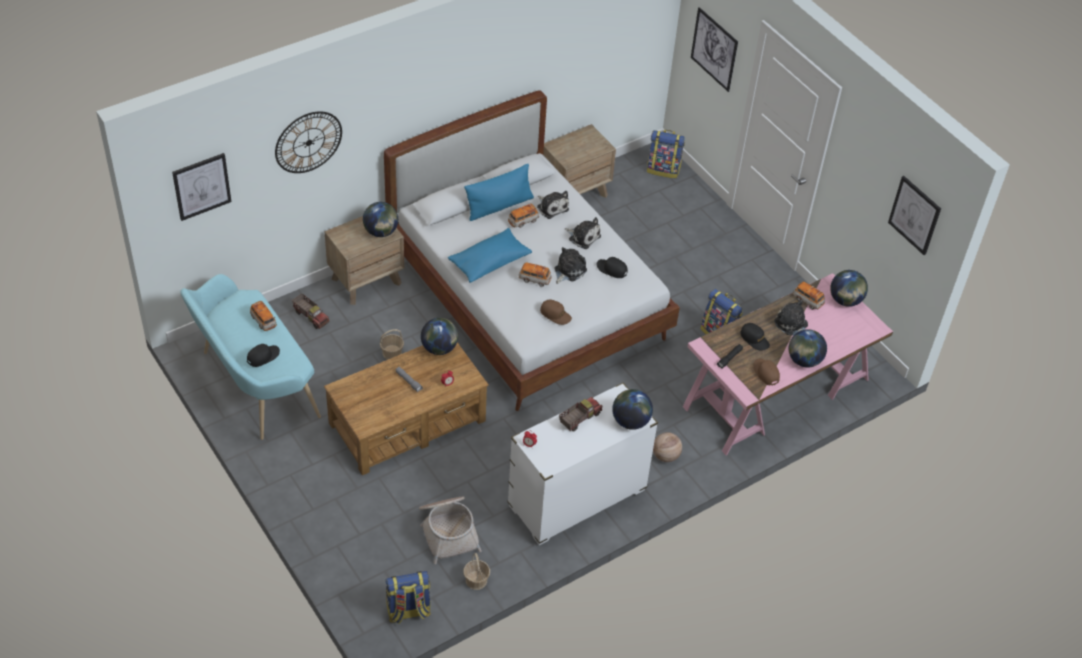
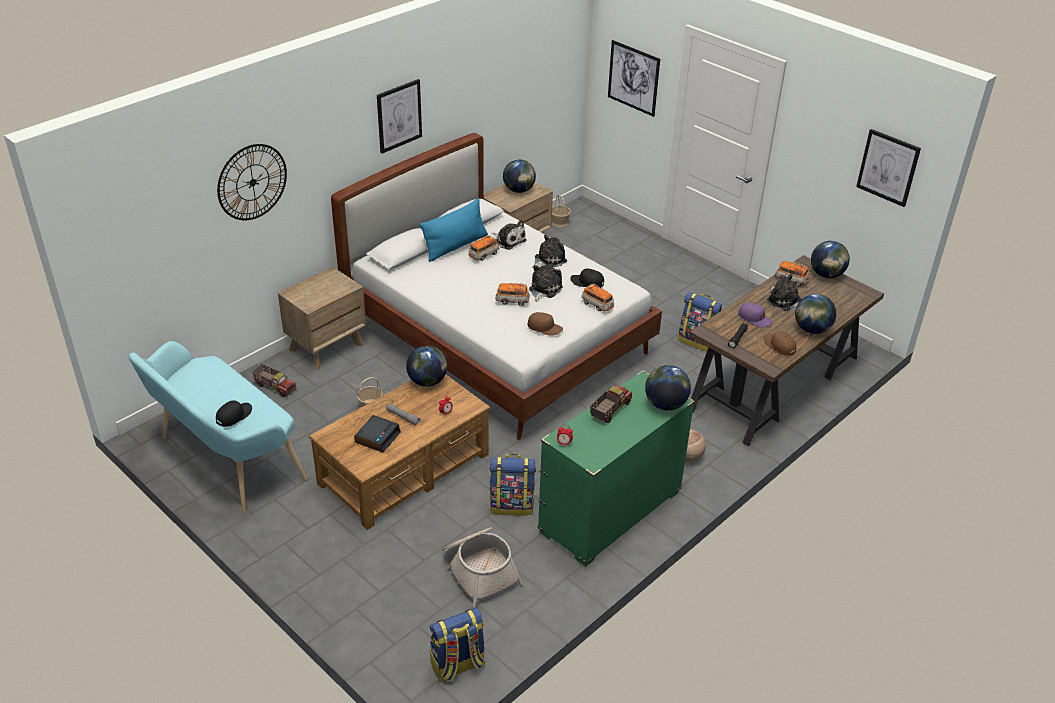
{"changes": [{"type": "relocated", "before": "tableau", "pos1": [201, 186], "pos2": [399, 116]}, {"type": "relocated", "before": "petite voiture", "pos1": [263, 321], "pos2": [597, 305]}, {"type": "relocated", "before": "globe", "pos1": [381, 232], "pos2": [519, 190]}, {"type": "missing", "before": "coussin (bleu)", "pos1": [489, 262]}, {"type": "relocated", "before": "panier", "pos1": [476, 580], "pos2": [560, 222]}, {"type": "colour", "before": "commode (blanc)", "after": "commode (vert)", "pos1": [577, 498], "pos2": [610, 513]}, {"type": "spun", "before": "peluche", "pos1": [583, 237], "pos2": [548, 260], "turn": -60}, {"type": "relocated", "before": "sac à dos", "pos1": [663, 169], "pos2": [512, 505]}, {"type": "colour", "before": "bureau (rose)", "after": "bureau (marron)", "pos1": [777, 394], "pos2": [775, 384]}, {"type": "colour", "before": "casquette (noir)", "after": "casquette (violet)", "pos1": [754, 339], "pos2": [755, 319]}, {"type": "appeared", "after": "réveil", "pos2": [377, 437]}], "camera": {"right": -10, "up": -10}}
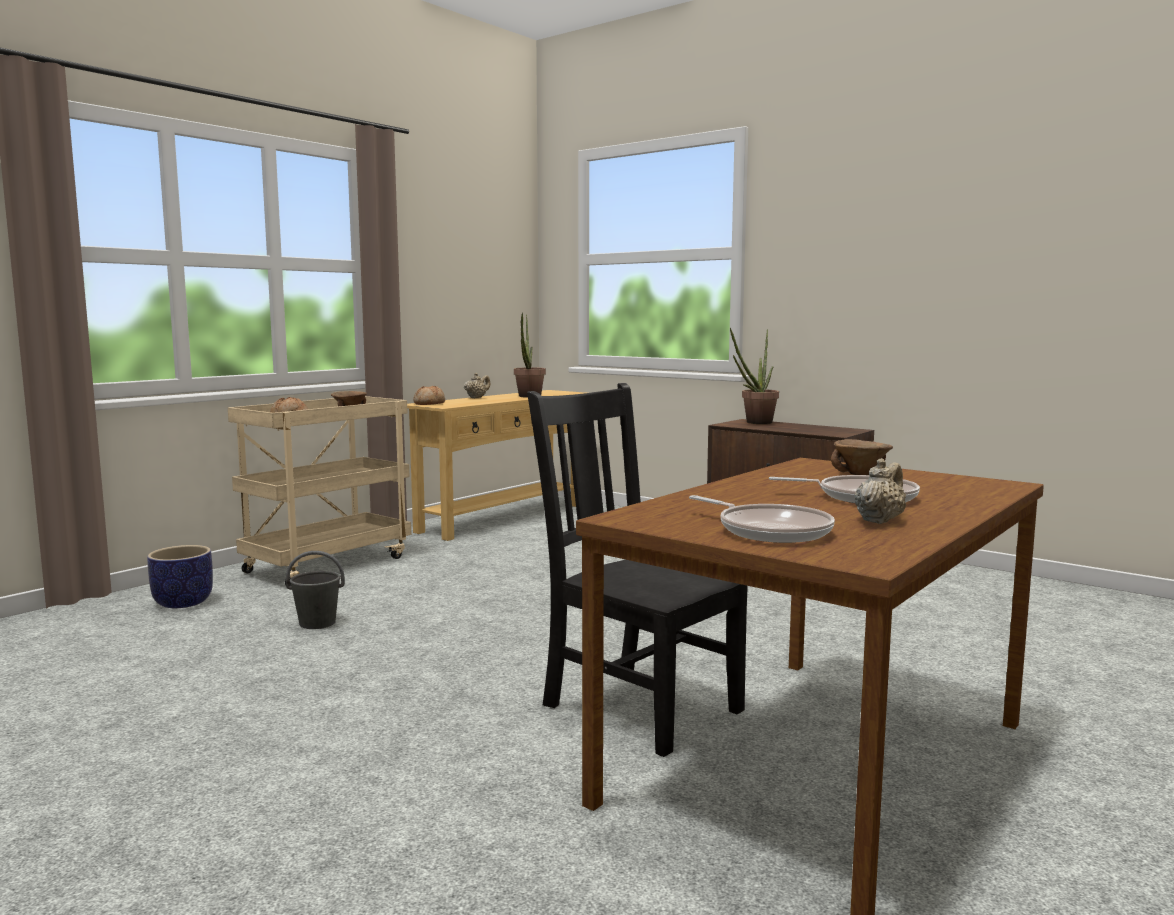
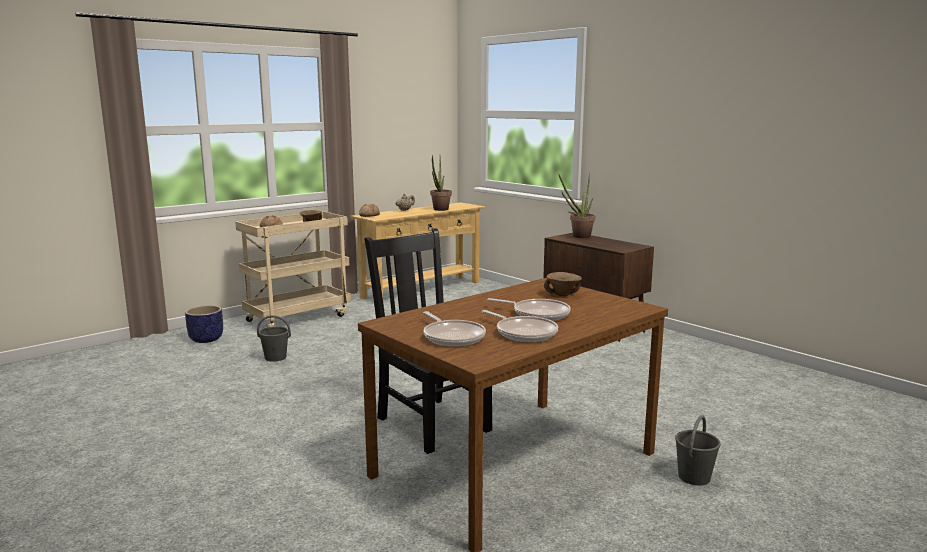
{"changes": [{"type": "exchanged", "before": "théière (beige)", "after": "poêle", "pos1": [879, 520], "pos2": [523, 333]}, {"type": "appeared", "after": "seau (gris)", "pos2": [694, 477]}], "camera": {"right": 10, "up": 5}}
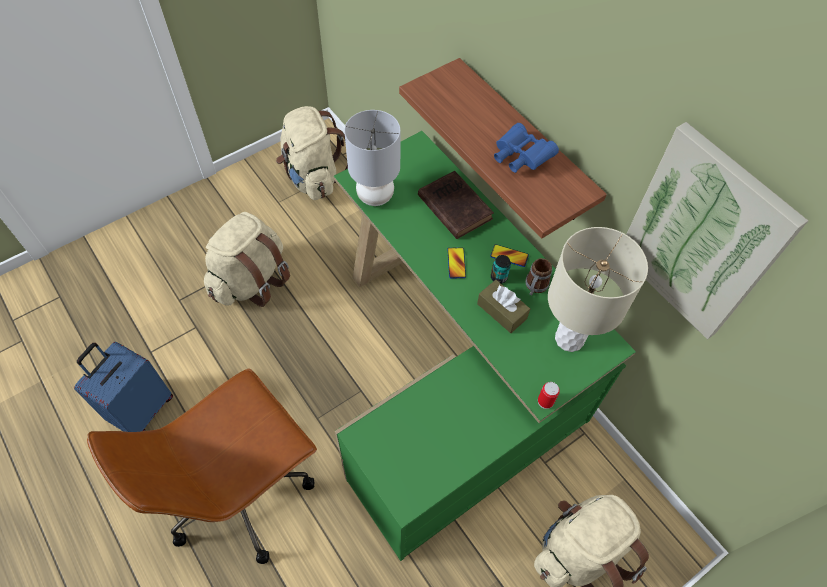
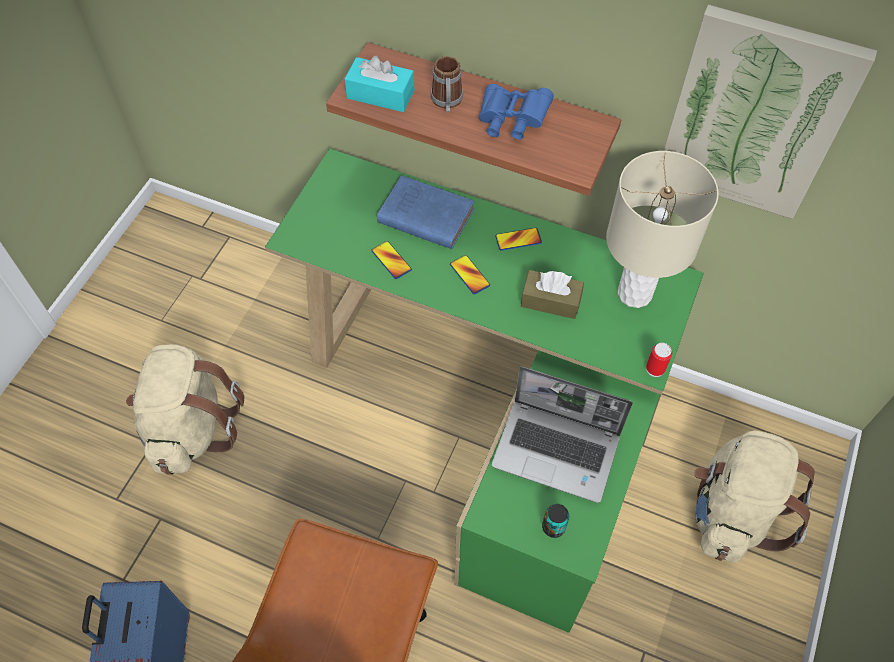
{"changes": [{"type": "missing", "before": "sac à dos (beige)", "pos1": [314, 177]}, {"type": "missing", "before": "lampe de table (gris)", "pos1": [375, 195]}, {"type": "colour", "before": "livre (marron)", "after": "livre (bleu)", "pos1": [453, 206], "pos2": [423, 215]}, {"type": "relocated", "before": "boîte métallique", "pos1": [499, 277], "pos2": [553, 527]}, {"type": "relocated", "before": "mug", "pos1": [534, 287], "pos2": [447, 103]}, {"type": "appeared", "after": "boîte à mouchoirs (turquoise)", "pos2": [380, 94]}, {"type": "appeared", "after": "téléphone", "pos2": [391, 260]}, {"type": "appeared", "after": "ordinateur portable", "pos2": [558, 450]}], "camera": {"right": -30, "up": 0}}
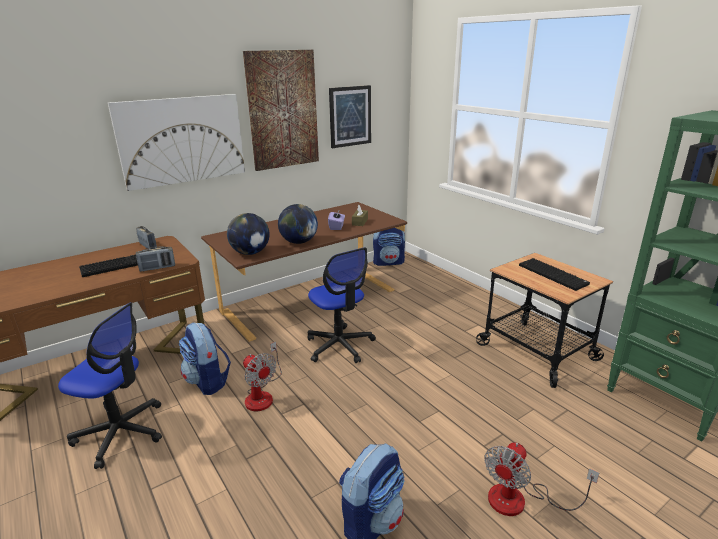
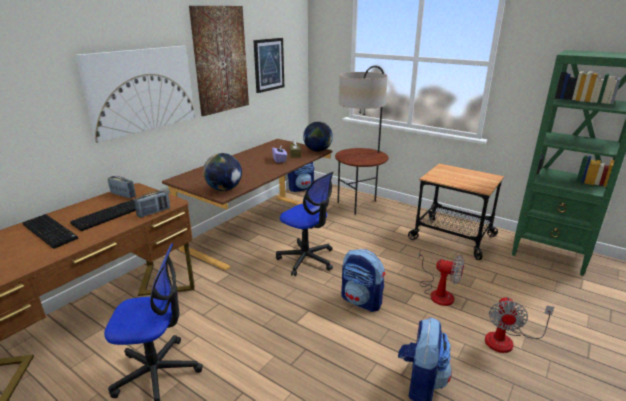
{"changes": [{"type": "relocated", "before": "sac à dos", "pos1": [208, 381], "pos2": [362, 301]}, {"type": "relocated", "before": "ventilateur", "pos1": [262, 394], "pos2": [437, 292]}, {"type": "relocated", "before": "globe", "pos1": [299, 242], "pos2": [317, 150]}, {"type": "relocated", "before": "clavier", "pos1": [554, 275], "pos2": [51, 231]}, {"type": "appeared", "after": "lampadaire", "pos2": [359, 205]}], "camera": {"right": -20, "up": 0}}
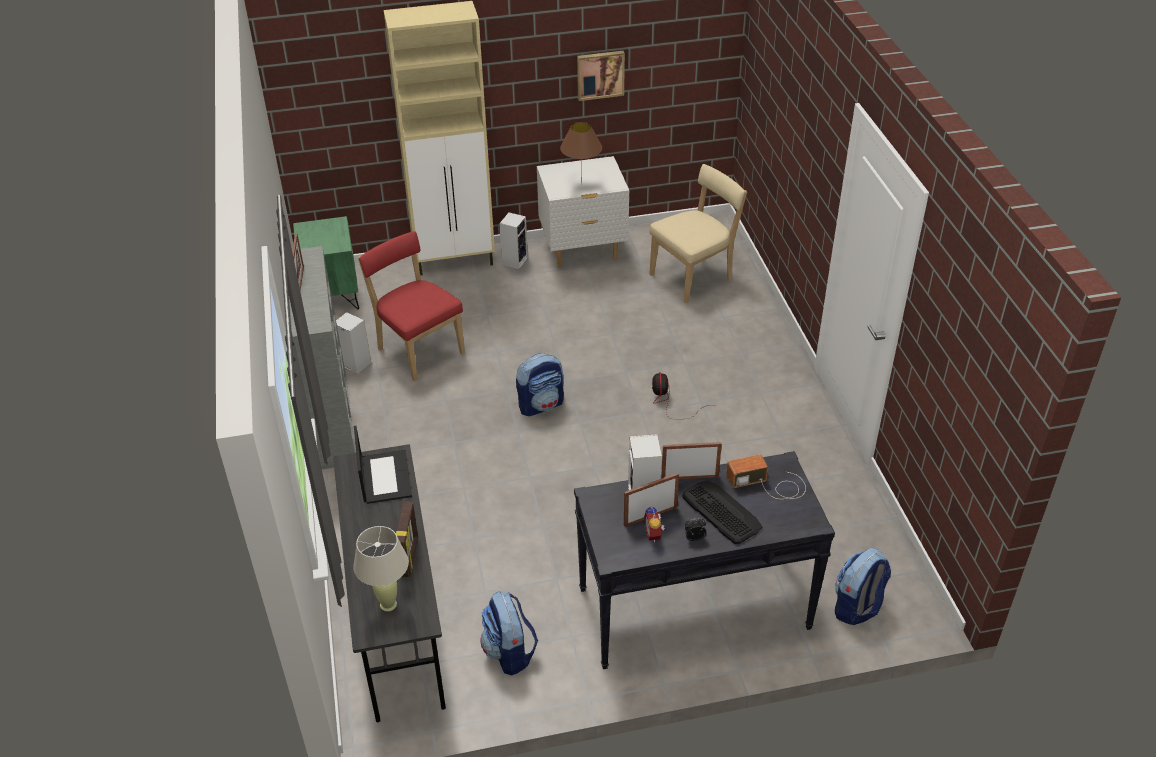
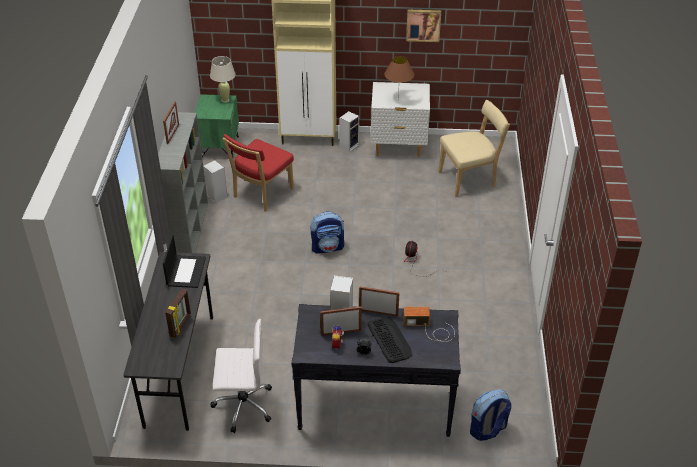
{"changes": [{"type": "relocated", "before": "lampe de table (beige)", "pos1": [388, 604], "pos2": [225, 100]}, {"type": "spun", "before": "chaise (rouge)", "pos1": [418, 349], "pos2": [261, 194], "turn": -120}, {"type": "exchanged", "before": "sac à dos", "after": "chaise de bureau (blanc)", "pos1": [509, 653], "pos2": [242, 405]}], "camera": {"right": 15, "up": 0}}
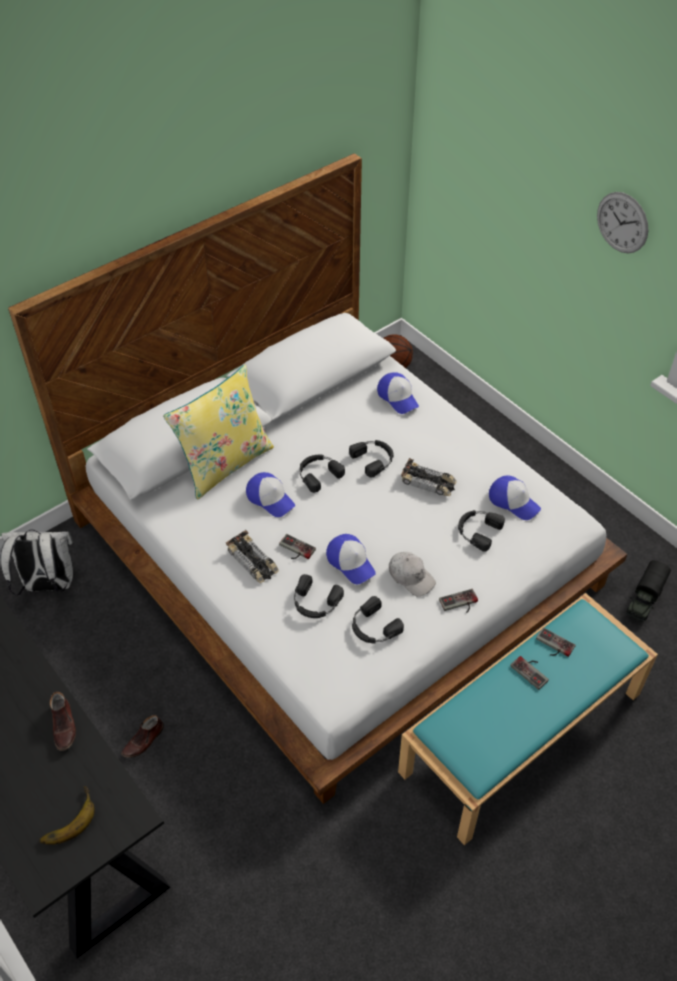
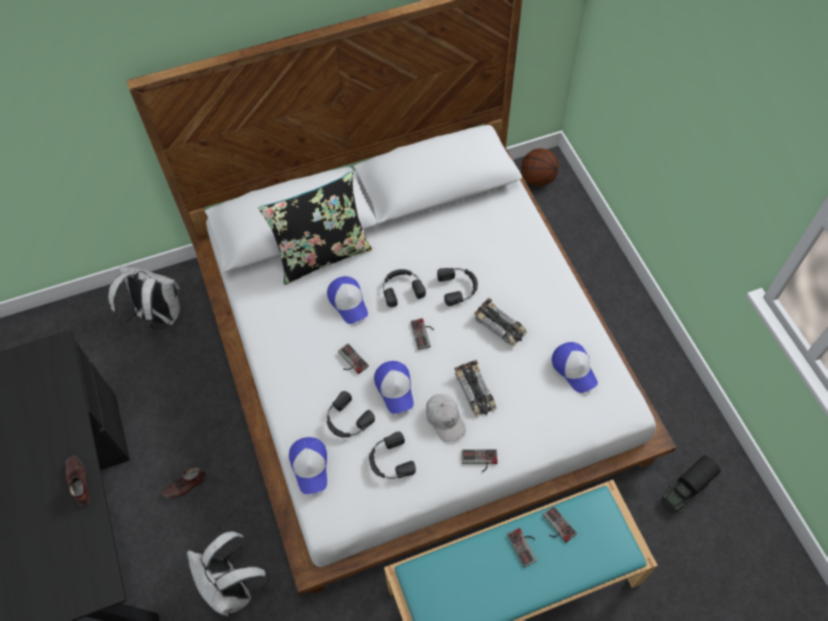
{"changes": [{"type": "missing", "before": "banane", "pos1": [66, 819]}, {"type": "spun", "before": "chaussure (marron)", "pos1": [64, 725], "pos2": [79, 482], "turn": 150}, {"type": "colour", "before": "coussin (jaune)", "after": "coussin (noir)", "pos1": [225, 463], "pos2": [322, 254]}, {"type": "relocated", "before": "petite voiture", "pos1": [253, 561], "pos2": [475, 391]}, {"type": "relocated", "before": "casquette", "pos1": [398, 397], "pos2": [310, 466]}, {"type": "missing", "before": "casque audio (noir)", "pos1": [477, 531]}, {"type": "missing", "before": "horloge murale", "pos1": [622, 222]}, {"type": "appeared", "after": "sac à dos (blanc)", "pos2": [234, 588]}, {"type": "appeared", "after": "manette", "pos2": [424, 333]}], "camera": {"right": 20, "up": 10}}
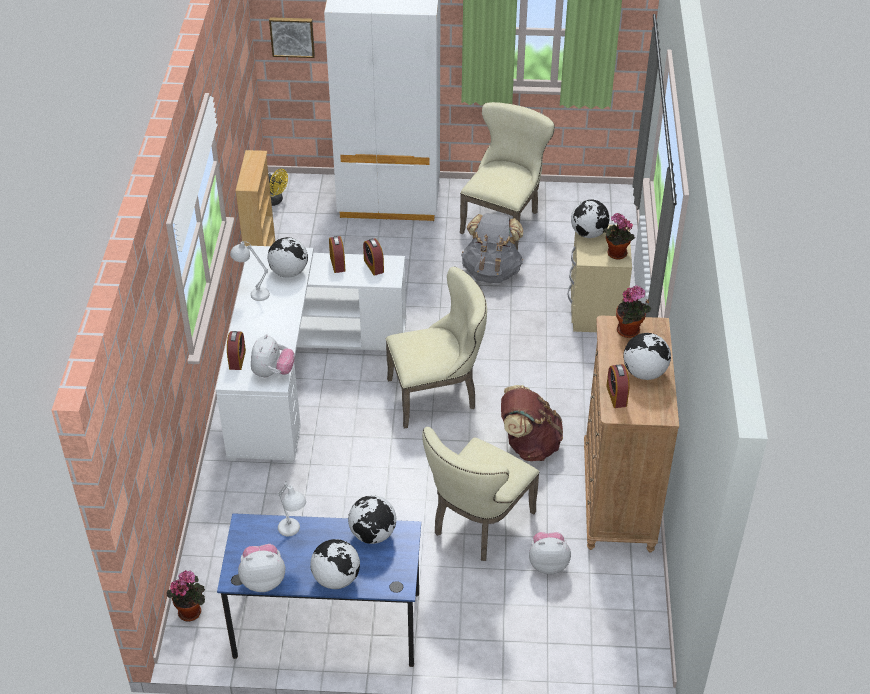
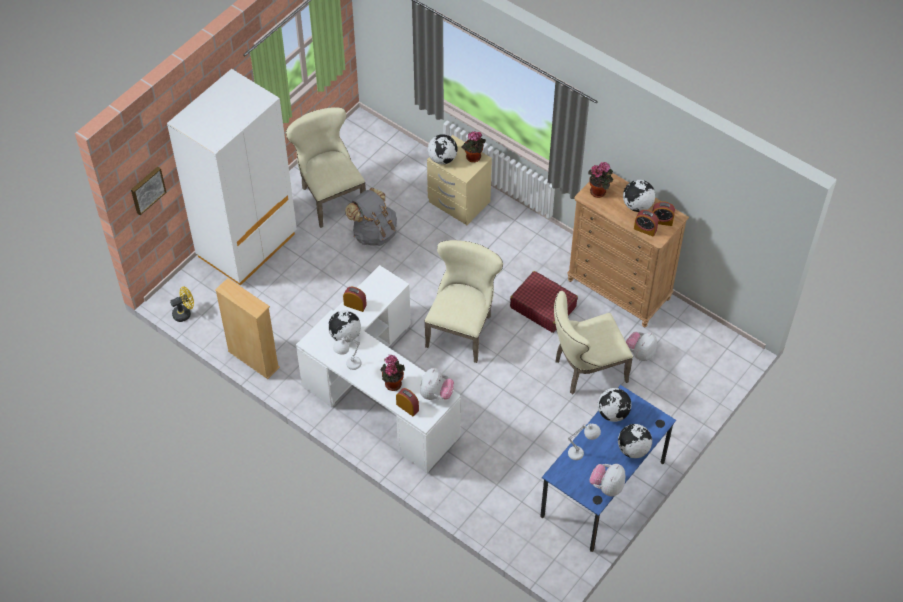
{"changes": [{"type": "relocated", "before": "plante en pot", "pos1": [191, 610], "pos2": [392, 383]}, {"type": "spun", "before": "peluche", "pos1": [272, 372], "pos2": [436, 394], "turn": 60}, {"type": "relocated", "before": "réveil", "pos1": [373, 266], "pos2": [662, 221]}, {"type": "spun", "before": "chaise (beige)", "pos1": [478, 525], "pos2": [585, 370], "turn": 90}, {"type": "exchanged", "before": "sac à dos (marron)", "after": "valise (rouge)", "pos1": [528, 445], "pos2": [543, 307]}], "camera": {"right": -55, "up": 10}}
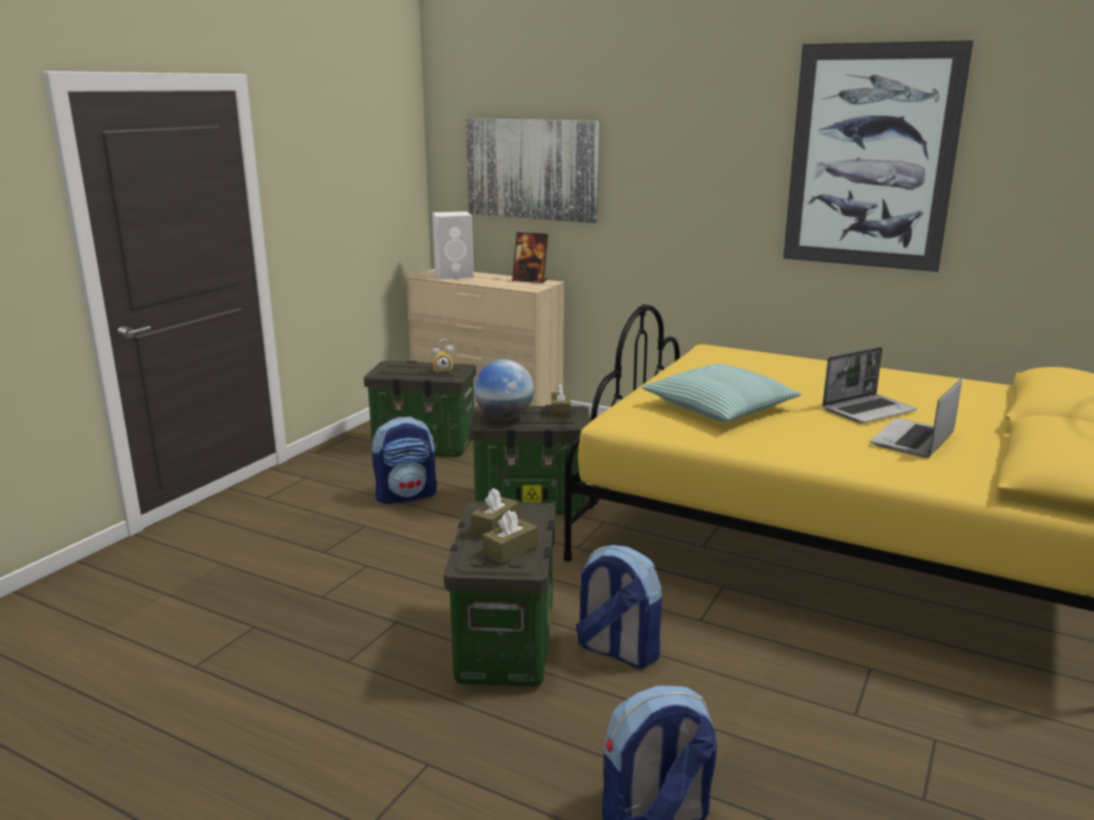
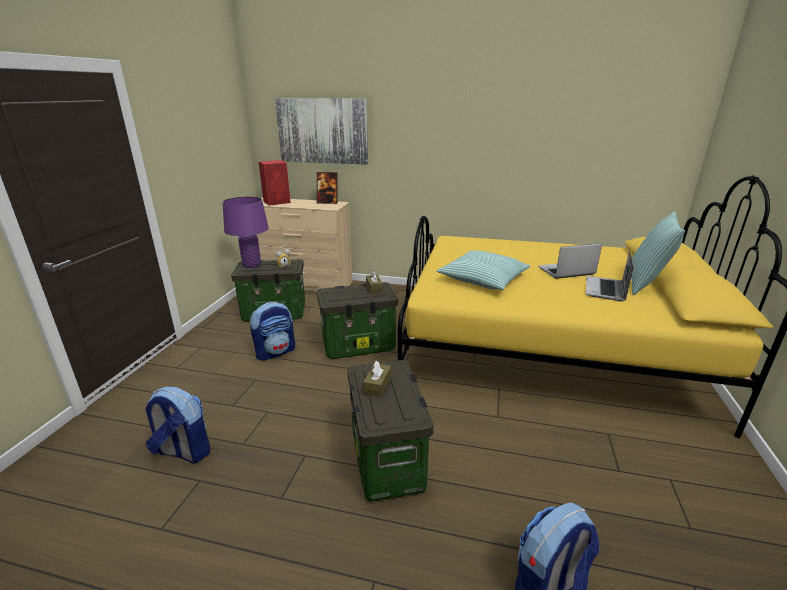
{"changes": [{"type": "colour", "before": "enceinte (blanc)", "after": "enceinte (rouge)", "pos1": [455, 275], "pos2": [277, 202]}, {"type": "missing", "before": "globe", "pos1": [504, 417]}, {"type": "missing", "before": "boîte à mouchoirs (marron)", "pos1": [510, 550]}, {"type": "relocated", "before": "sac à dos", "pos1": [616, 651], "pos2": [183, 452]}, {"type": "missing", "before": "tableau", "pos1": [871, 158]}, {"type": "spun", "before": "ordinateur portable", "pos1": [868, 410], "pos2": [566, 271], "turn": -150}, {"type": "appeared", "after": "lampe de table (violet)", "pos2": [252, 265]}, {"type": "appeared", "after": "coussin", "pos2": [646, 283]}], "camera": {"right": -15, "up": 5}}
